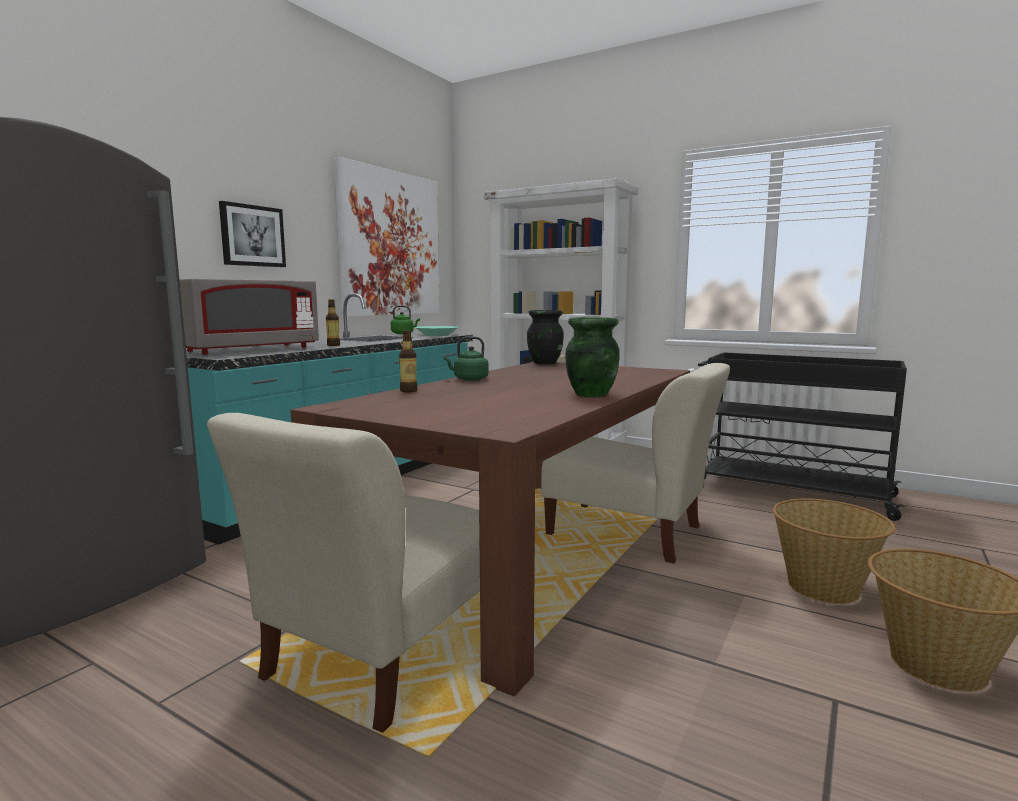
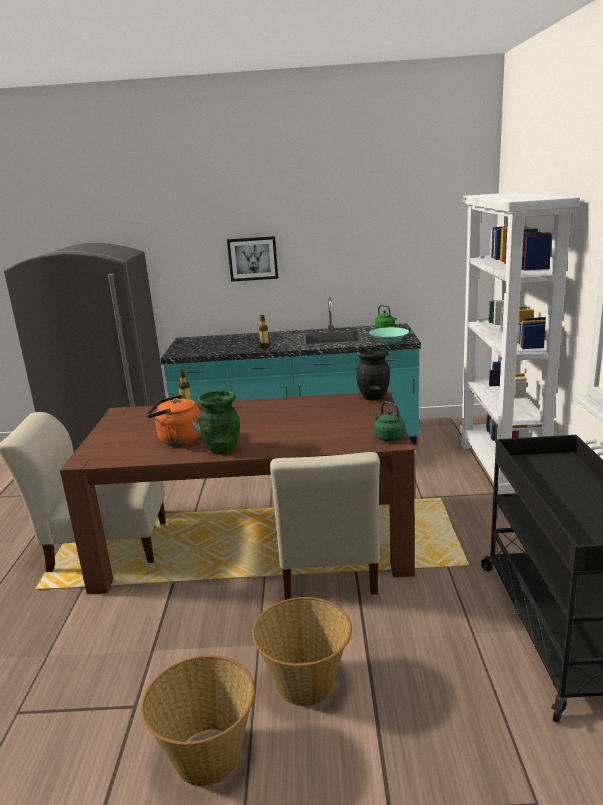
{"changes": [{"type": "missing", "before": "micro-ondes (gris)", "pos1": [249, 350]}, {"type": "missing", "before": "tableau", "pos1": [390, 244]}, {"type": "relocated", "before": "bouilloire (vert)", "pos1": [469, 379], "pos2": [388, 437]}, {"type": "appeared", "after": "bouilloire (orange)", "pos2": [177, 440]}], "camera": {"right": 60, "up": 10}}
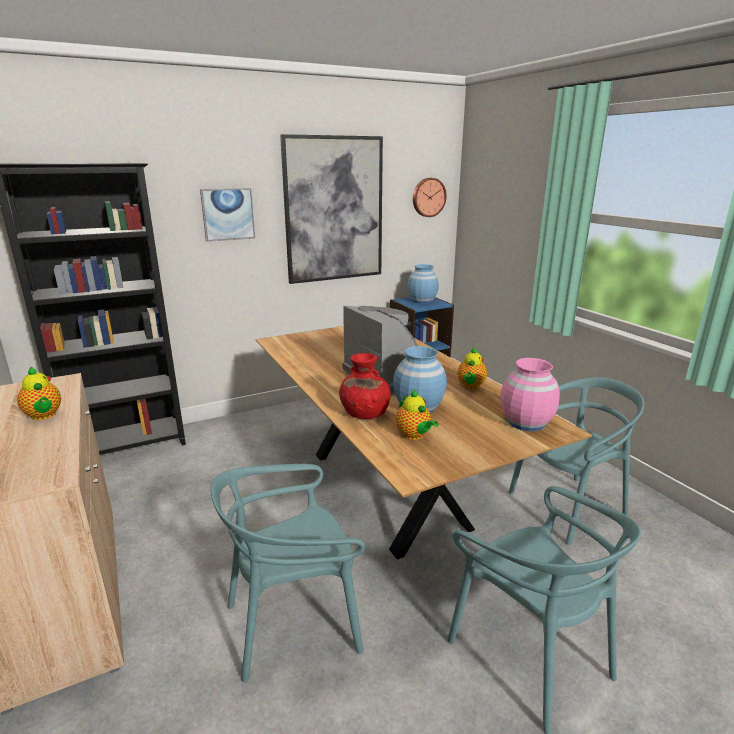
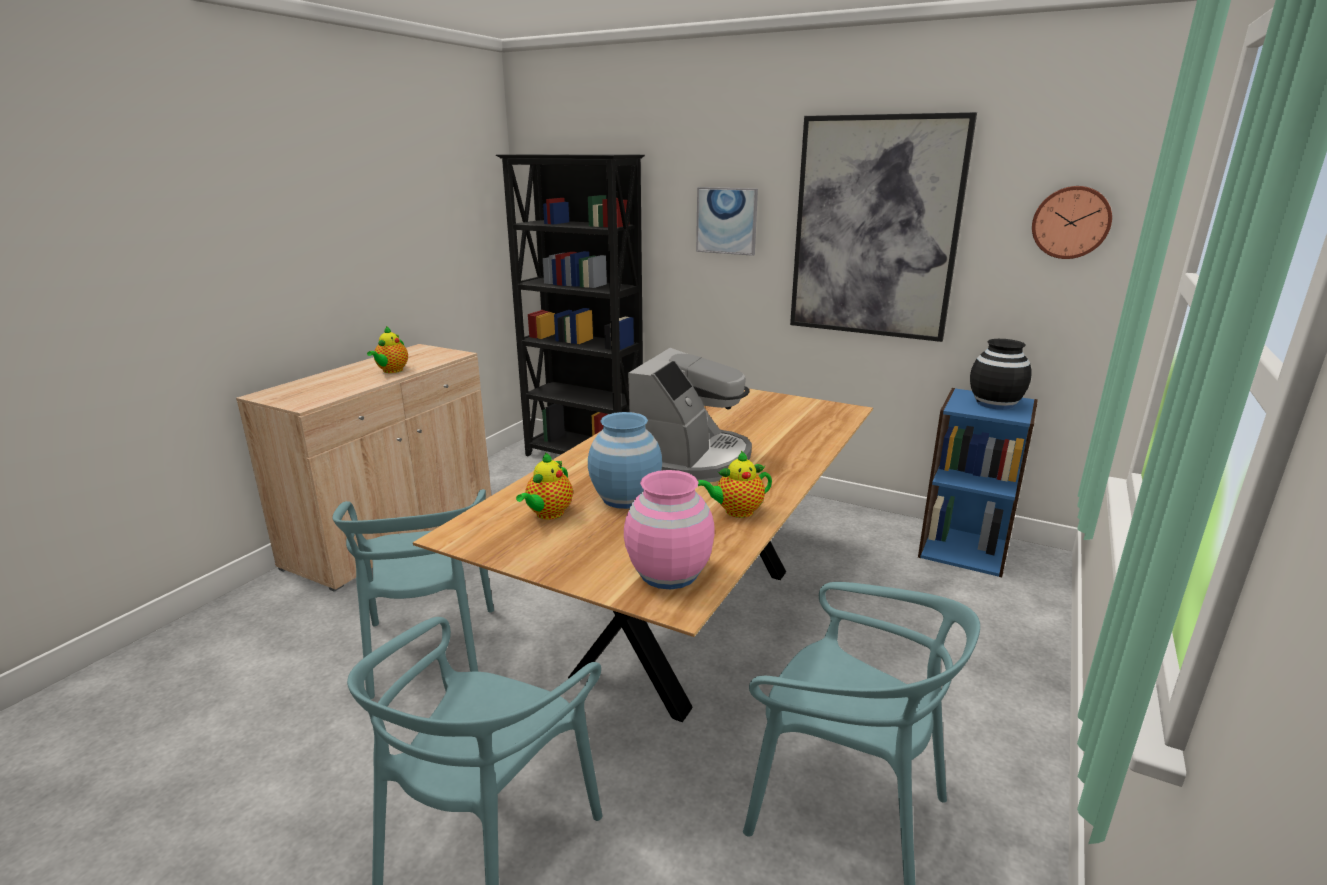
{"changes": [{"type": "spun", "before": "chaise (turquoise)", "pos1": [293, 622], "pos2": [429, 649], "turn": -135}, {"type": "missing", "before": "vase (rouge)", "pos1": [364, 413]}, {"type": "colour", "before": "vase (bleu)", "after": "vase (noir)", "pos1": [422, 301], "pos2": [994, 403]}], "camera": {"right": 55, "up": 0}}
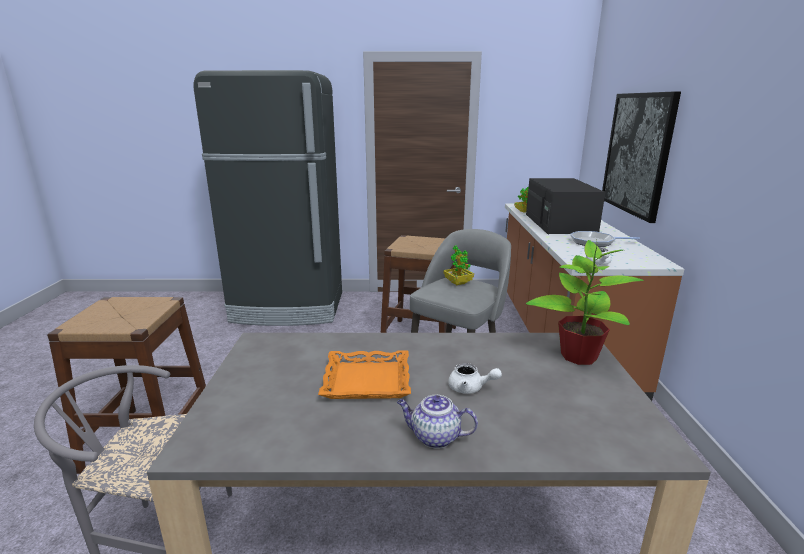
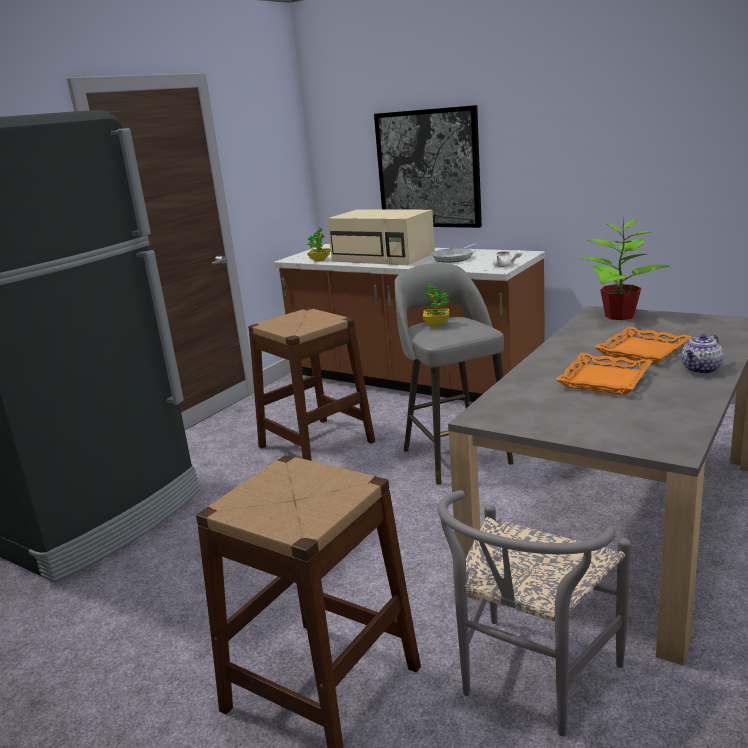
{"changes": [{"type": "exchanged", "before": "théière (blanc)", "after": "plateau (orange)", "pos1": [470, 388], "pos2": [642, 351]}, {"type": "colour", "before": "micro-ondes (noir)", "after": "micro-ondes (beige)", "pos1": [560, 224], "pos2": [384, 257]}], "camera": {"right": -55, "up": 0}}
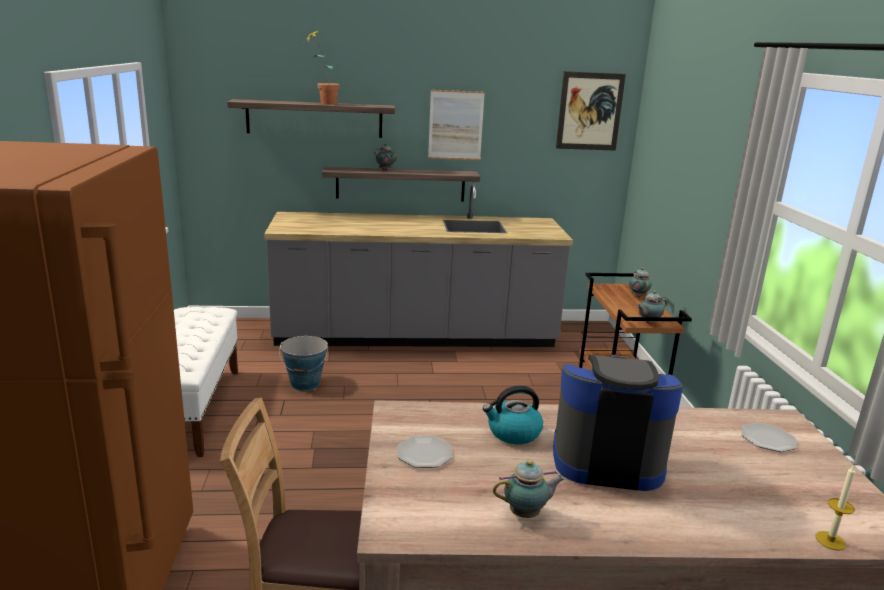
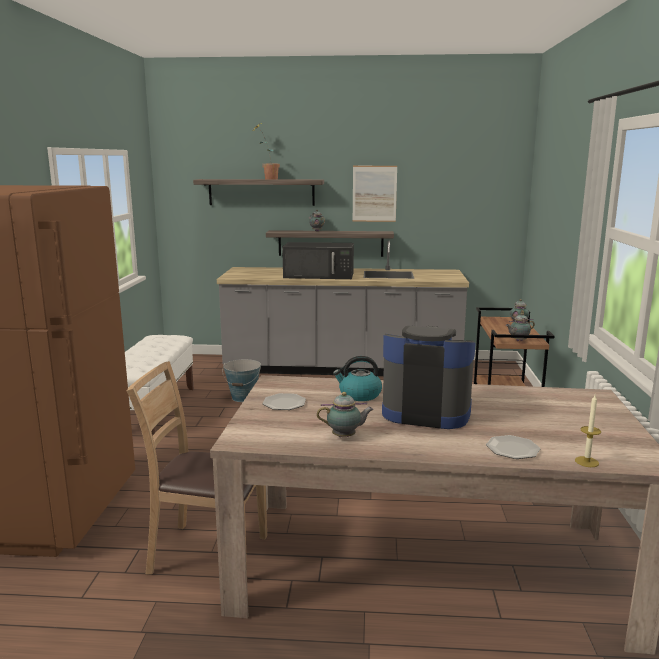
{"changes": [{"type": "missing", "before": "tableau", "pos1": [590, 111]}, {"type": "relocated", "before": "assiette", "pos1": [767, 439], "pos2": [512, 449]}, {"type": "appeared", "after": "micro-ondes (noir)", "pos2": [320, 275]}], "camera": {"right": 10, "up": -5}}
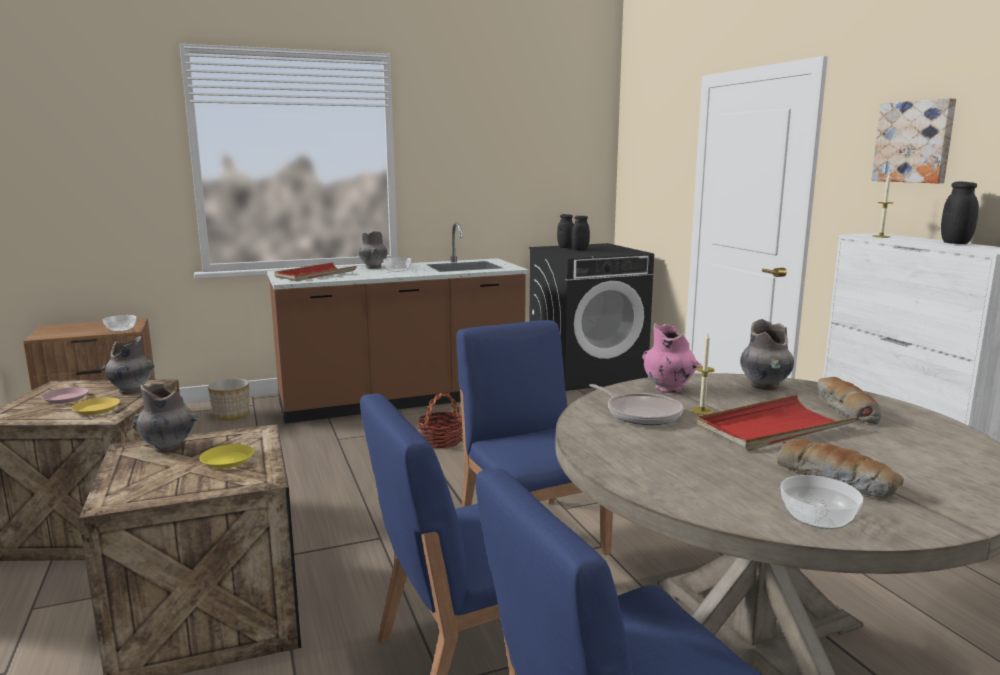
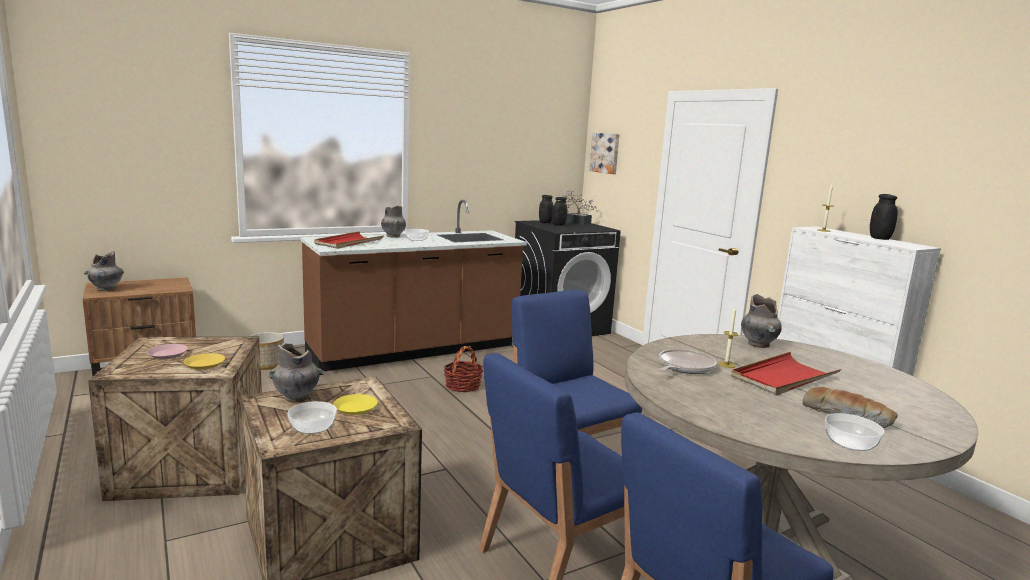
{"changes": [{"type": "relocated", "before": "vase (gris)", "pos1": [131, 390], "pos2": [105, 289]}, {"type": "relocated", "before": "bol", "pos1": [120, 329], "pos2": [312, 427]}, {"type": "spun", "before": "poêle", "pos1": [641, 413], "pos2": [684, 367], "turn": -90}, {"type": "missing", "before": "vase (rose)", "pos1": [669, 389]}, {"type": "missing", "before": "pain", "pos1": [844, 409]}, {"type": "relocated", "before": "tableau", "pos1": [915, 142], "pos2": [605, 153]}, {"type": "appeared", "after": "plante en pot", "pos2": [575, 222]}], "camera": {"right": -10, "up": 0}}
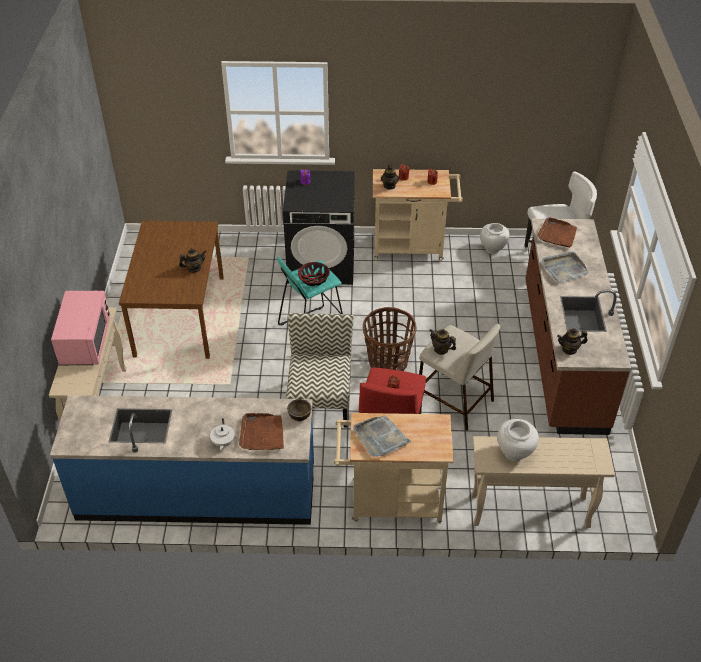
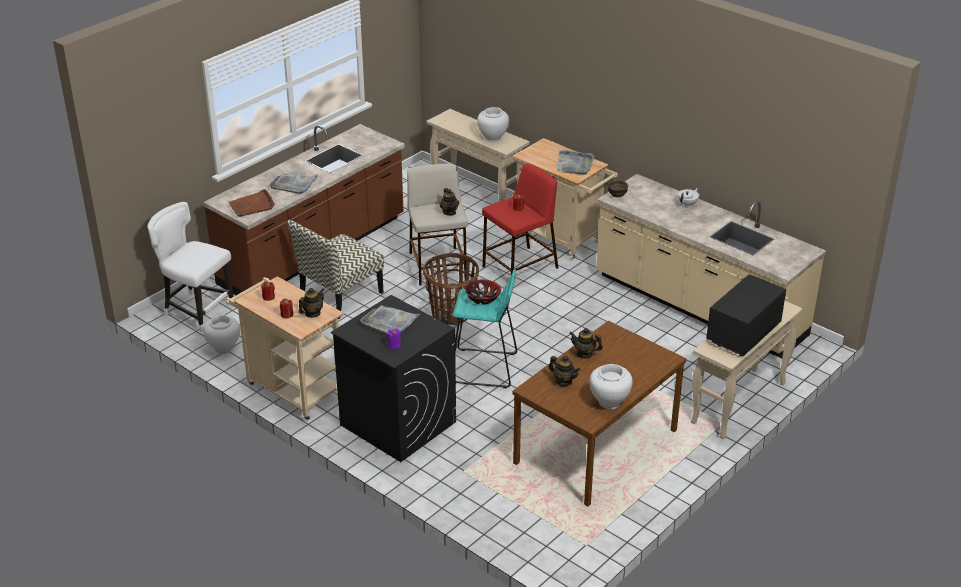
{"changes": [{"type": "colour", "before": "comptoir de cuisine (bleu)", "after": "comptoir de cuisine (beige)", "pos1": [197, 493], "pos2": [699, 306]}, {"type": "colour", "before": "micro-ondes (rose)", "after": "micro-ondes (noir)", "pos1": [85, 342], "pos2": [744, 333]}, {"type": "missing", "before": "plateau (marron)", "pos1": [262, 434]}, {"type": "relocated", "before": "chaise", "pos1": [320, 401], "pos2": [340, 295]}, {"type": "relocated", "before": "théière", "pos1": [569, 349], "pos2": [564, 381]}, {"type": "appeared", "after": "plateau (gris)", "pos2": [389, 322]}, {"type": "appeared", "after": "vase (blanc)", "pos2": [609, 402]}], "camera": {"right": -140, "up": -10}}
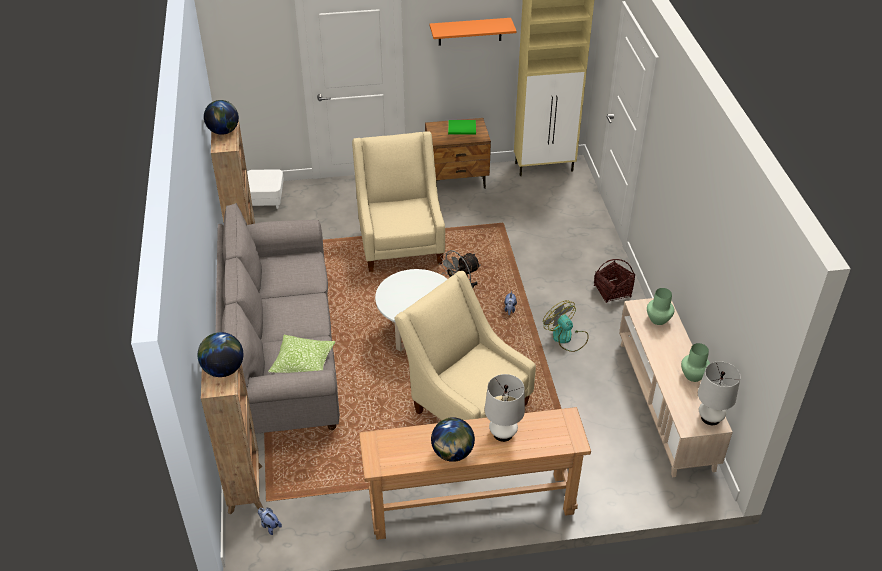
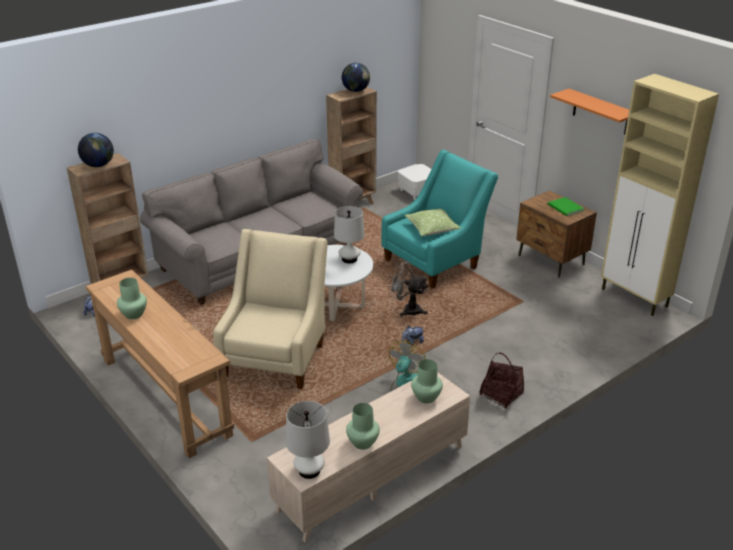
{"changes": [{"type": "relocated", "before": "coussin", "pos1": [303, 363], "pos2": [432, 228]}, {"type": "colour", "before": "fauteuil (beige)", "after": "fauteuil (turquoise)", "pos1": [400, 243], "pos2": [436, 262]}, {"type": "exchanged", "before": "globe", "after": "vase (vert)", "pos1": [452, 453], "pos2": [133, 314]}, {"type": "relocated", "before": "lampe de table (blanc)", "pos1": [503, 433], "pos2": [349, 259]}], "camera": {"right": 60, "up": -10}}
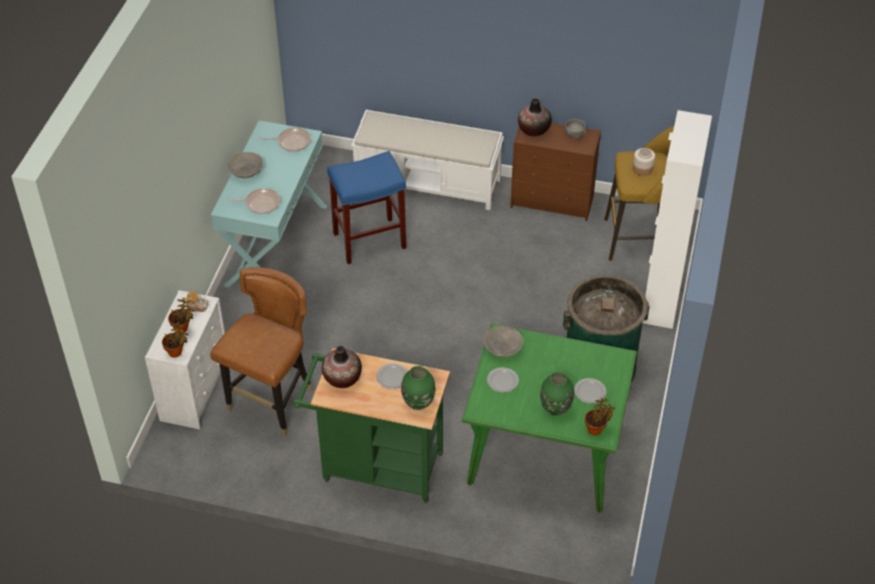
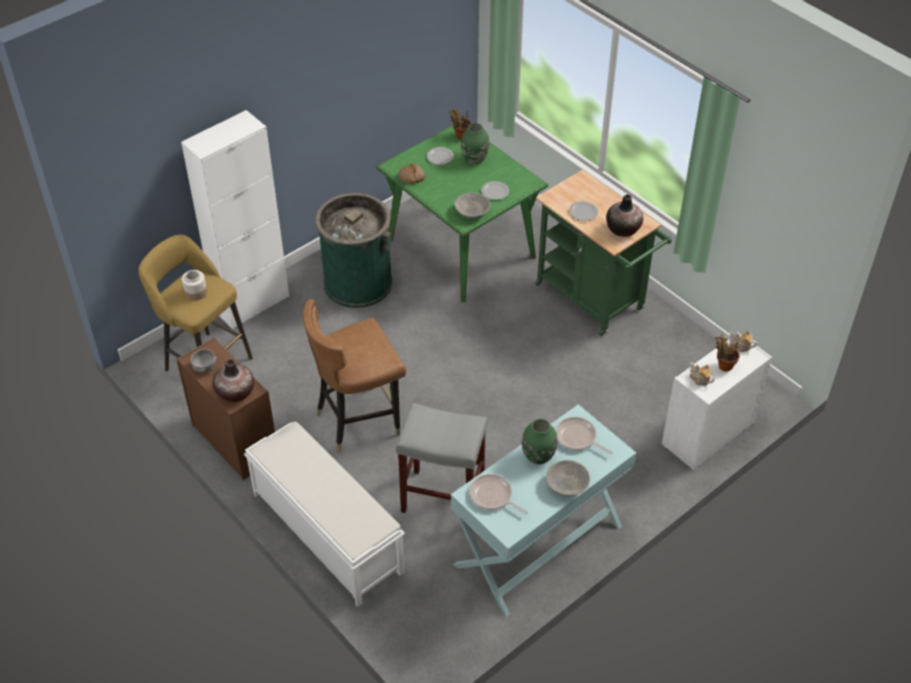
{"changes": [{"type": "exchanged", "before": "plante en pot", "after": "théière", "pos1": [177, 352], "pos2": [740, 346]}, {"type": "relocated", "before": "chaise (marron)", "pos1": [272, 402], "pos2": [358, 420]}, {"type": "colour", "before": "tabouret (bleu)", "after": "tabouret (gris)", "pos1": [370, 240], "pos2": [441, 498]}, {"type": "relocated", "before": "vase (vert)", "pos1": [418, 402], "pos2": [538, 456]}, {"type": "appeared", "after": "pain", "pos2": [411, 177]}], "camera": {"right": -145, "up": 0}}
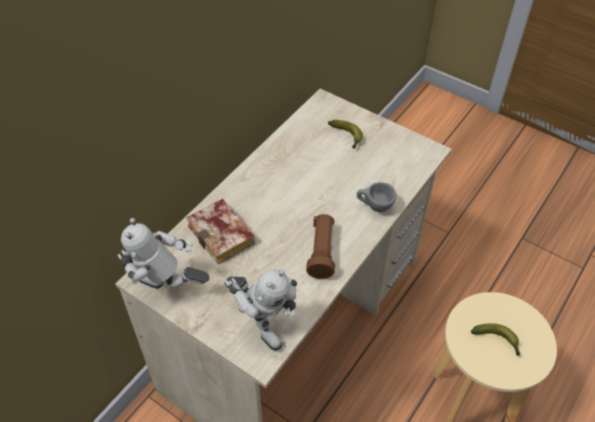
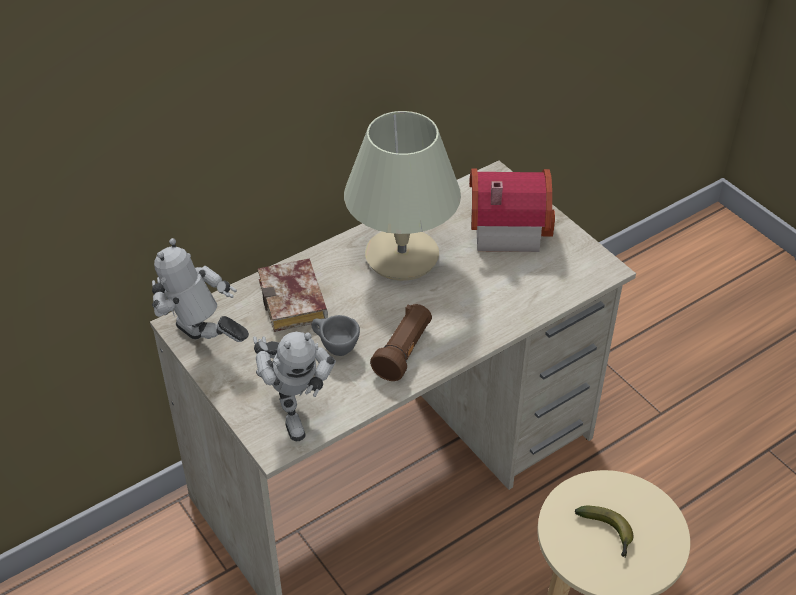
{"changes": [{"type": "exchanged", "before": "banane", "after": "maison miniature", "pos1": [347, 137], "pos2": [504, 227]}, {"type": "relocated", "before": "tasse (gris)", "pos1": [374, 207], "pos2": [334, 348]}, {"type": "appeared", "after": "lampe de table (beige)", "pos2": [402, 256]}], "camera": {"right": 20, "up": -5}}
